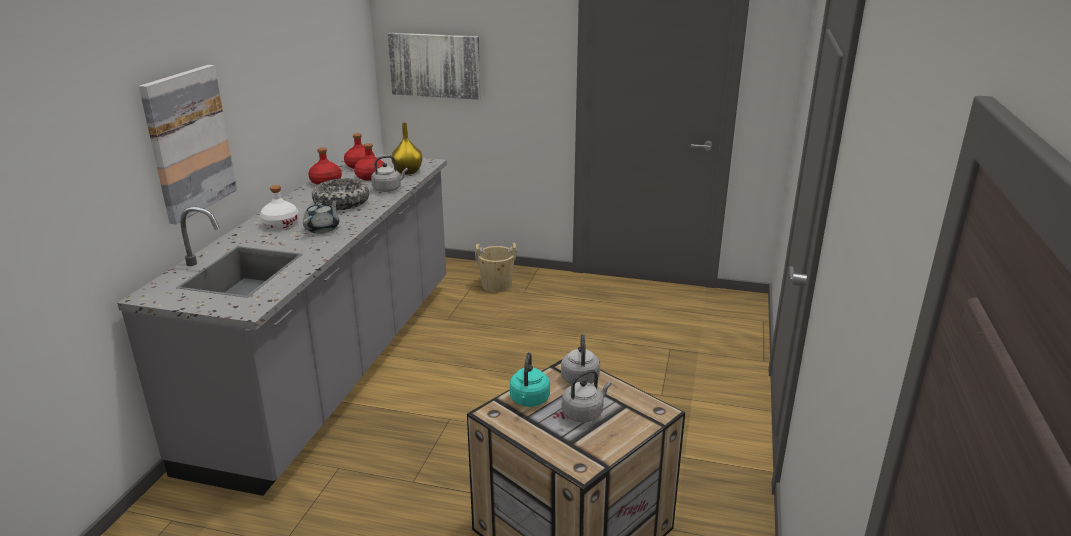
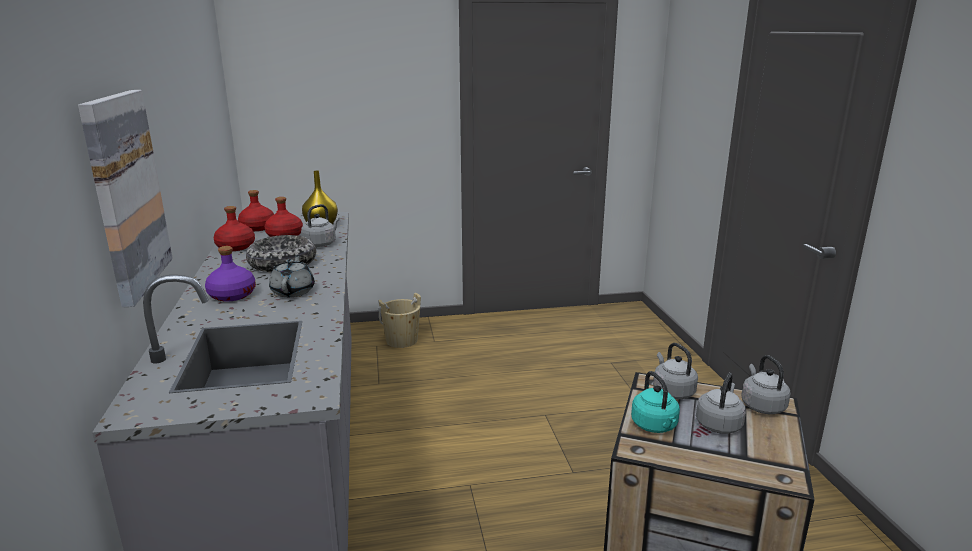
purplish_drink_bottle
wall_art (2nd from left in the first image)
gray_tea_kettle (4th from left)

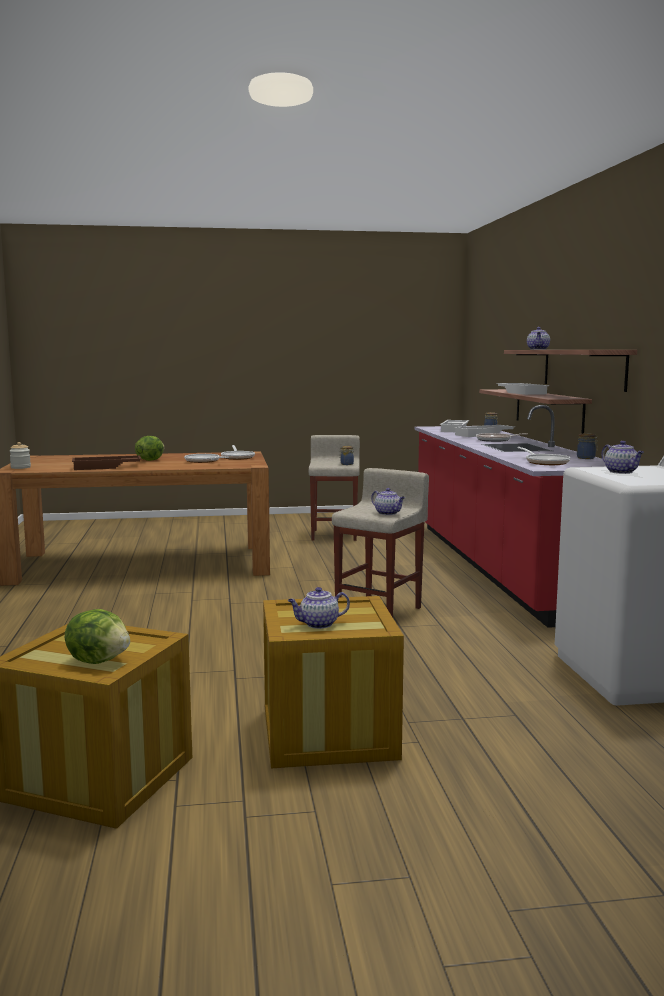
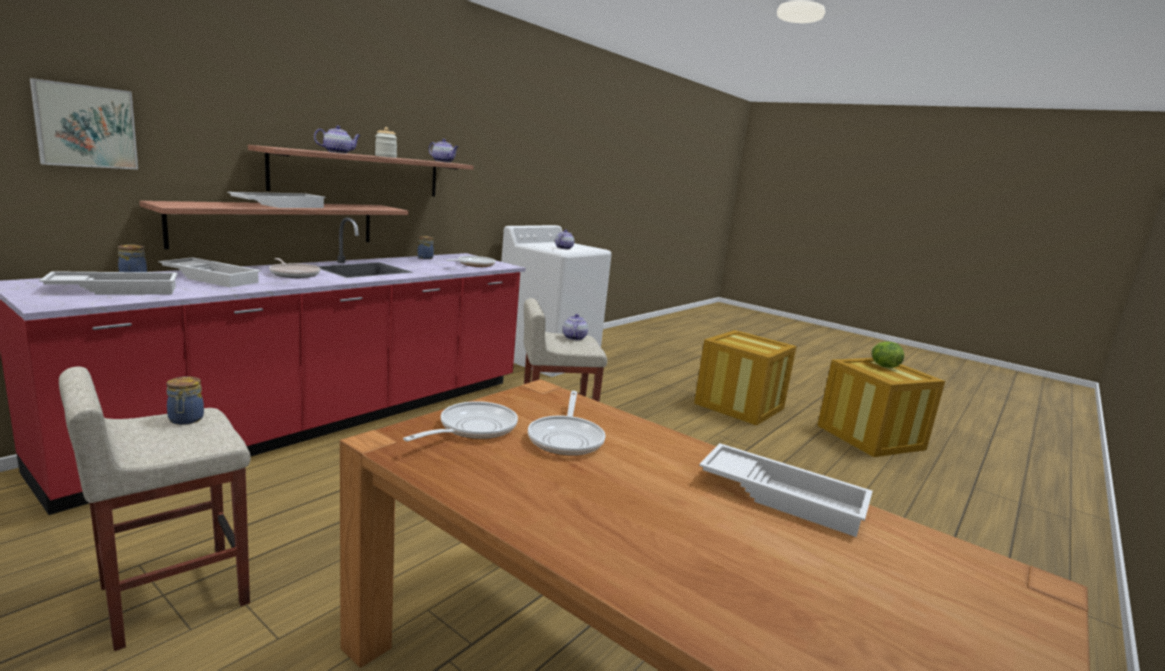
preserve_jar (3rd from left)
white_serving_tray (4th from left)
lettuce_head (2nd from left in the first image)
pot_for_tea (2nd from left)
wall_art

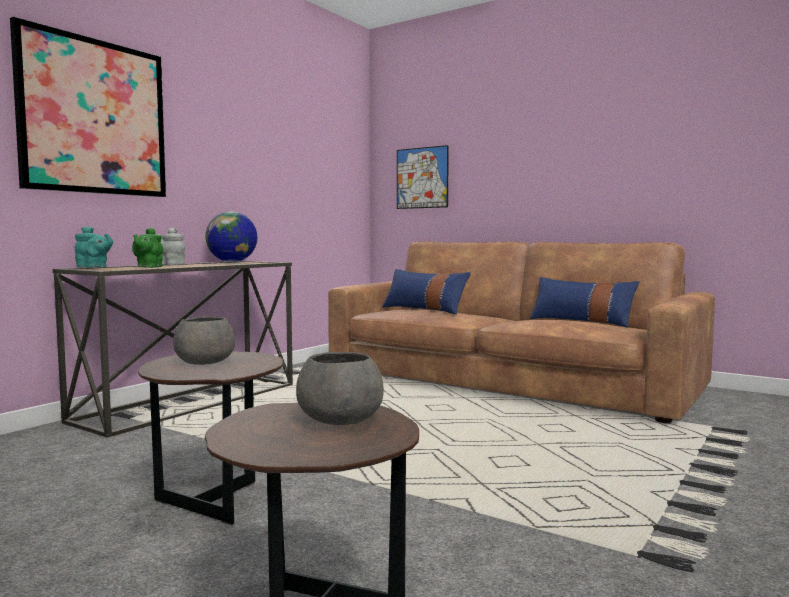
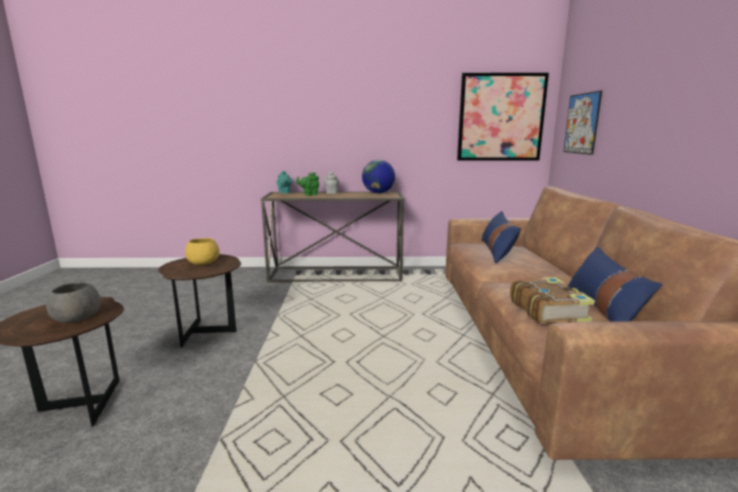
wall_art (1st from left)
yellow_deep_dish
volume

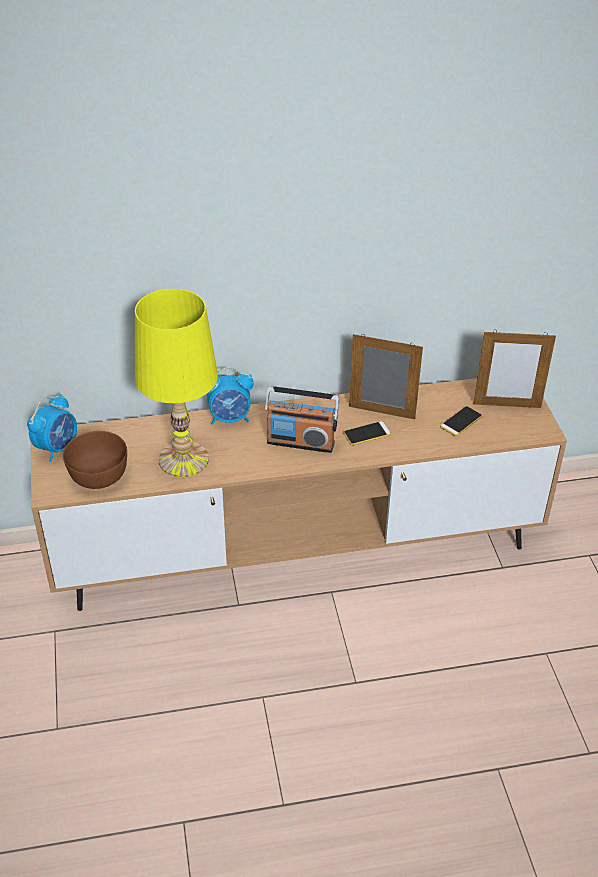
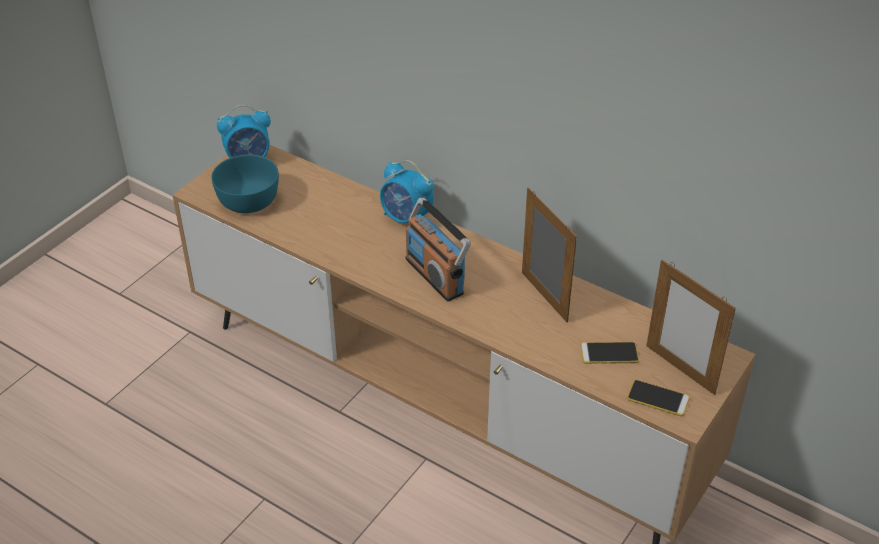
blue-green_deep_dish
yellow_table_lamp
telephone (2nd from left)

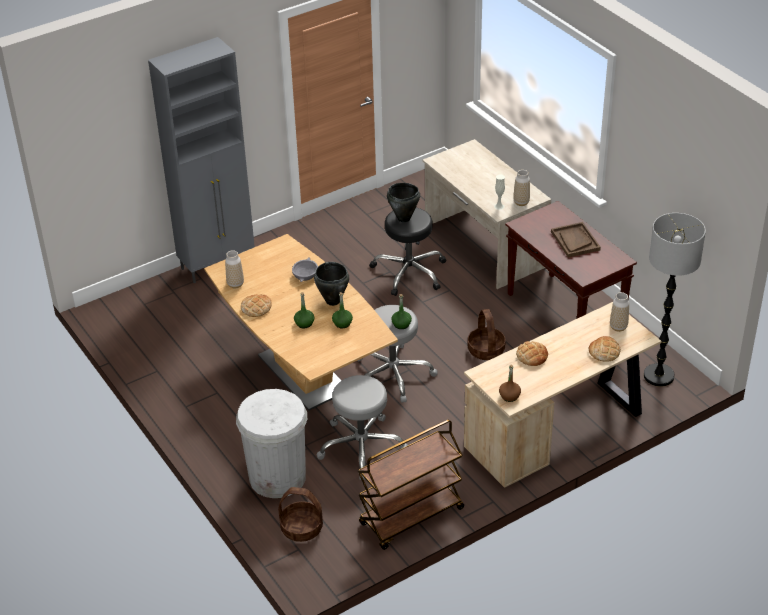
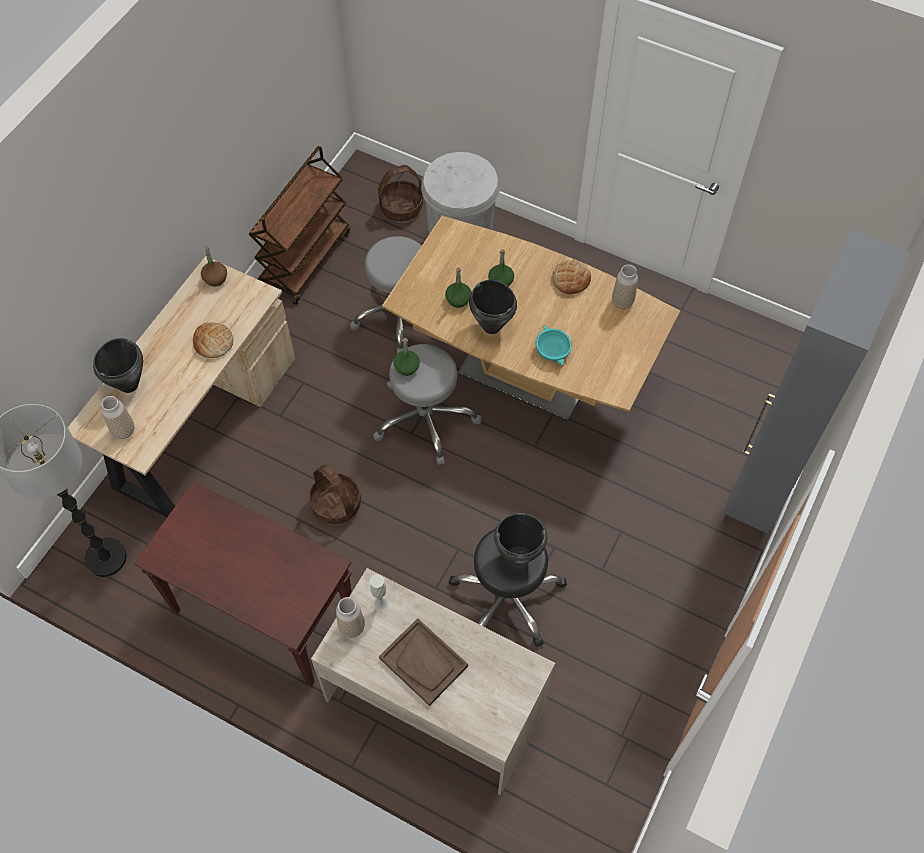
blue-green_deep_dish
brown_serving_tray
black-coloured_stockpot (1st from left)

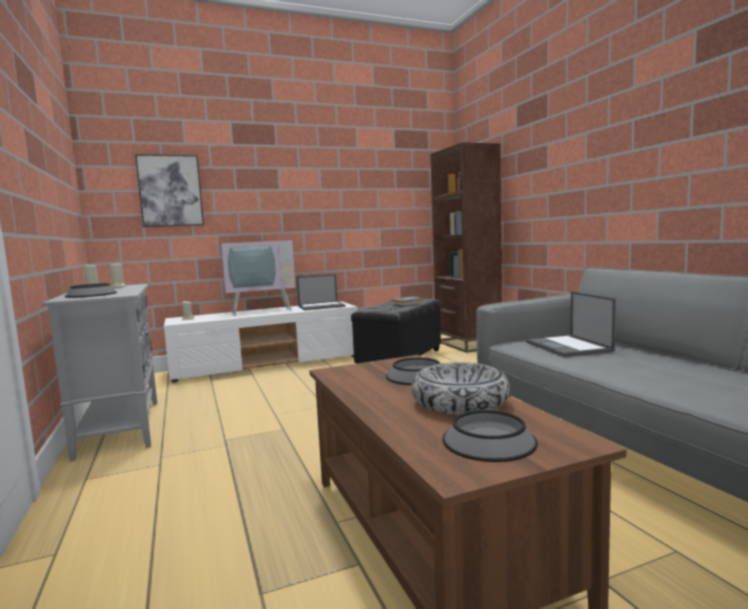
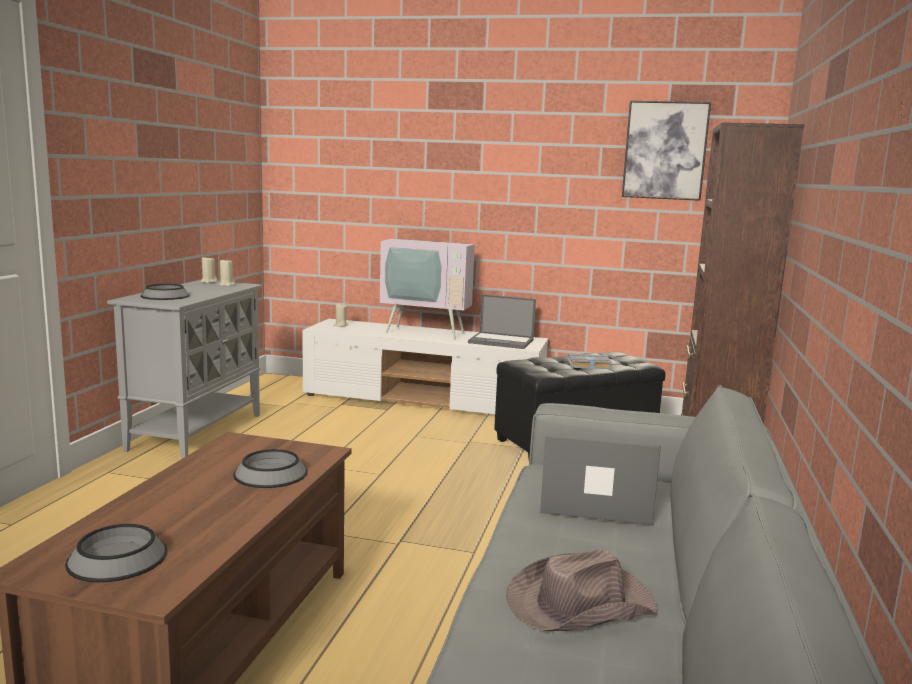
wall_art
deep_dish (3rd from left in the first image)
notebook_computer (2nd from left)
brown_wearable_hat

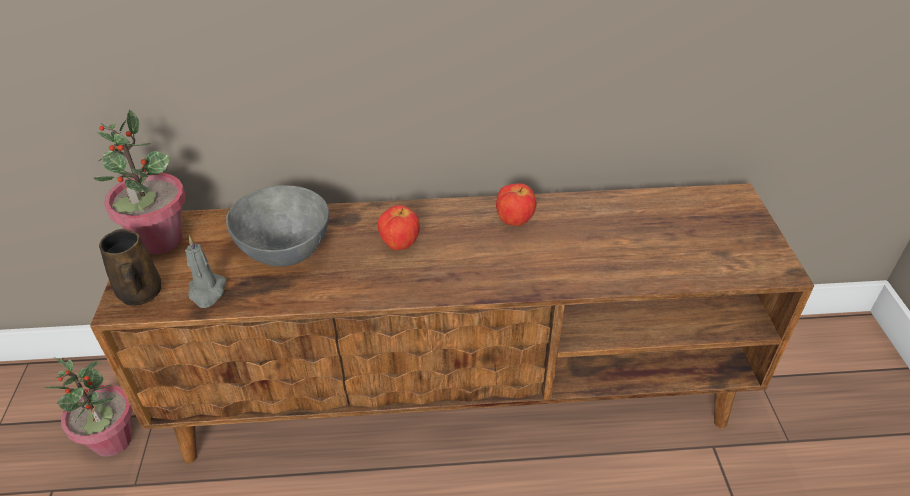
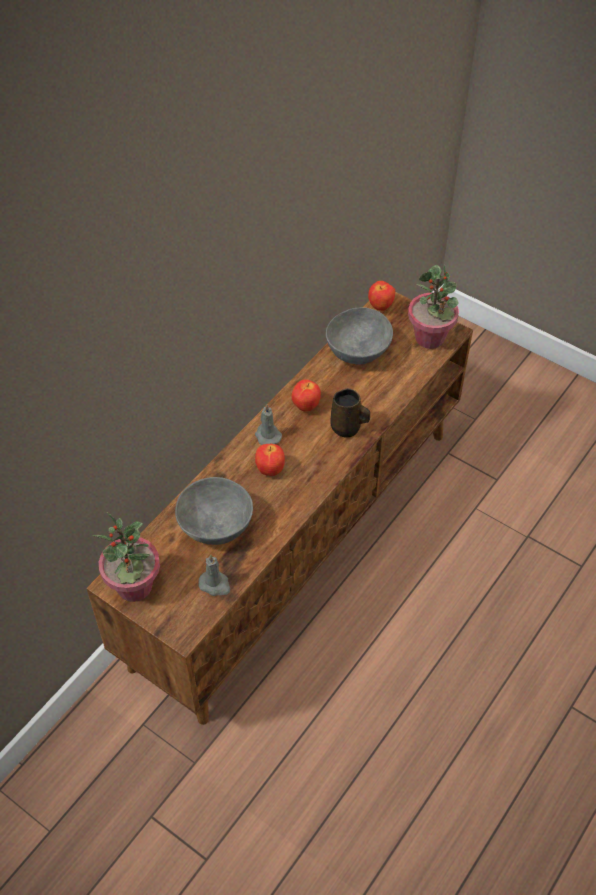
potted_plant (2nd from left)
brown_tea_mug
gray_candle (2nd from left)
gray_deep_dish (2nd from left)
whole_apple (3rd from left)

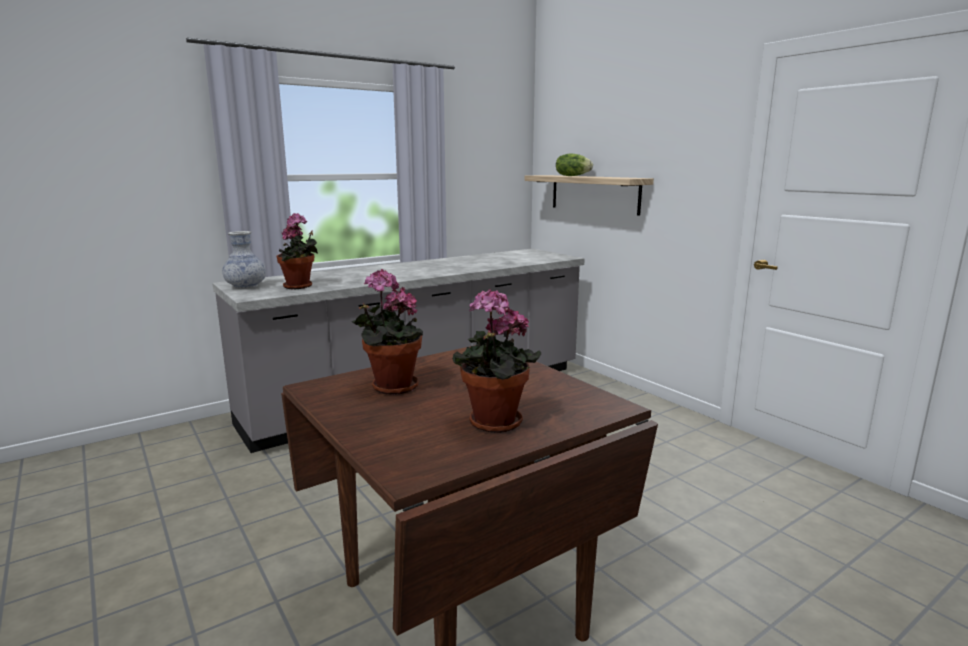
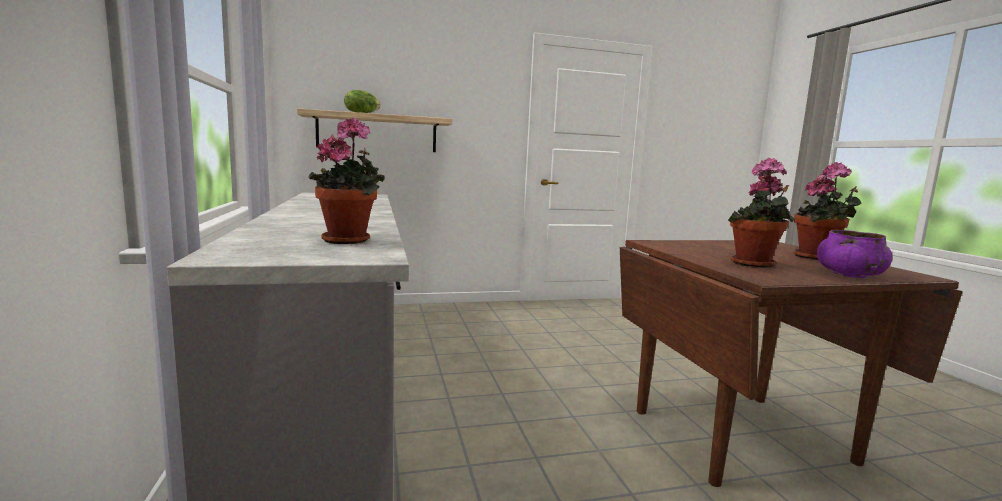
vase
purplish_deep_dish

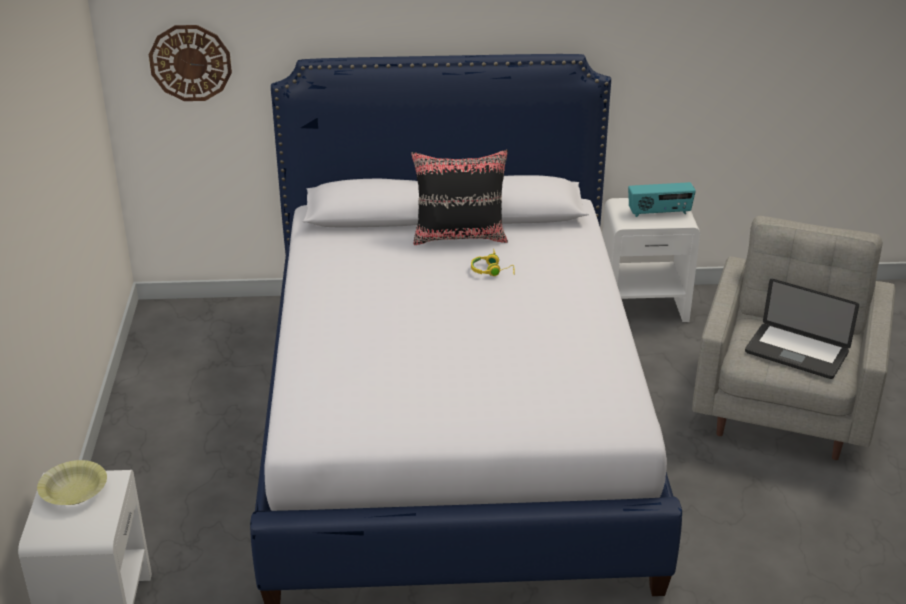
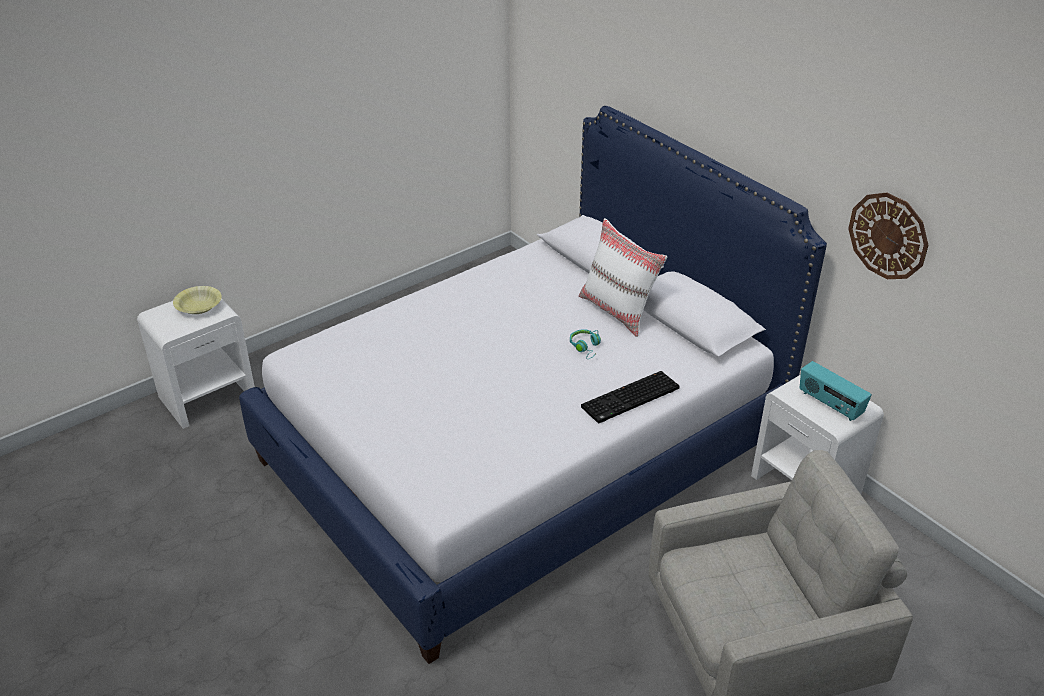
clock_on_the_wall
white_throw_pillow
blue-green_headphones
notebook_computer
computer_keyboard

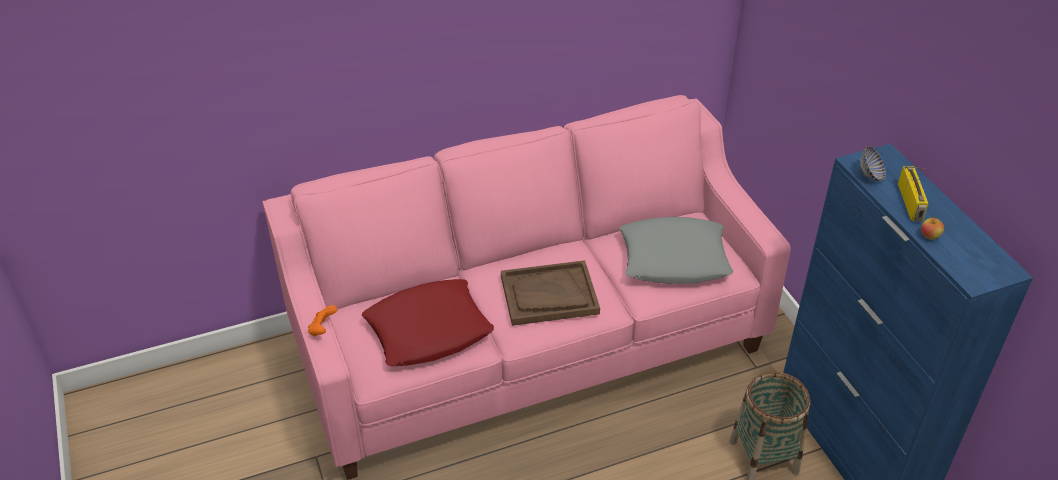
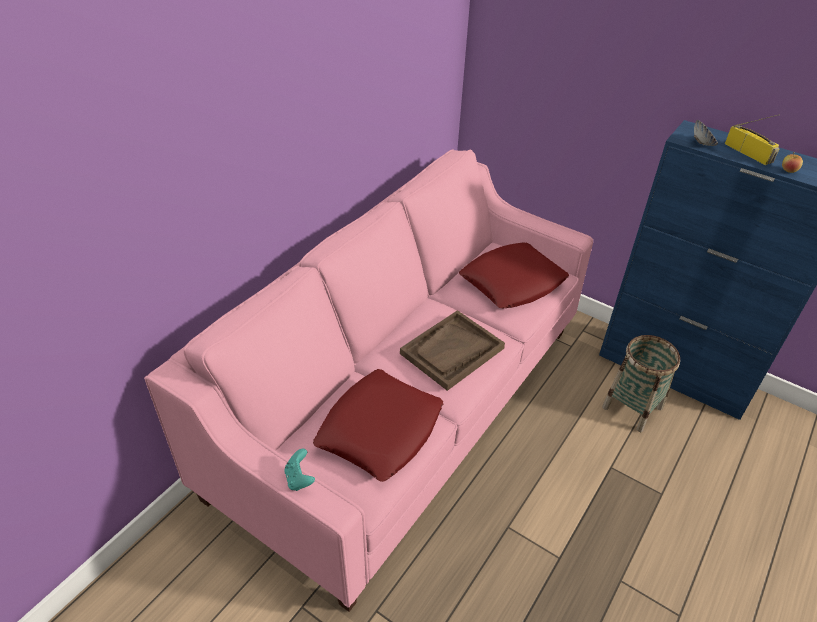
blue-green_game_controller
red_throw_pillow (2nd from left)

